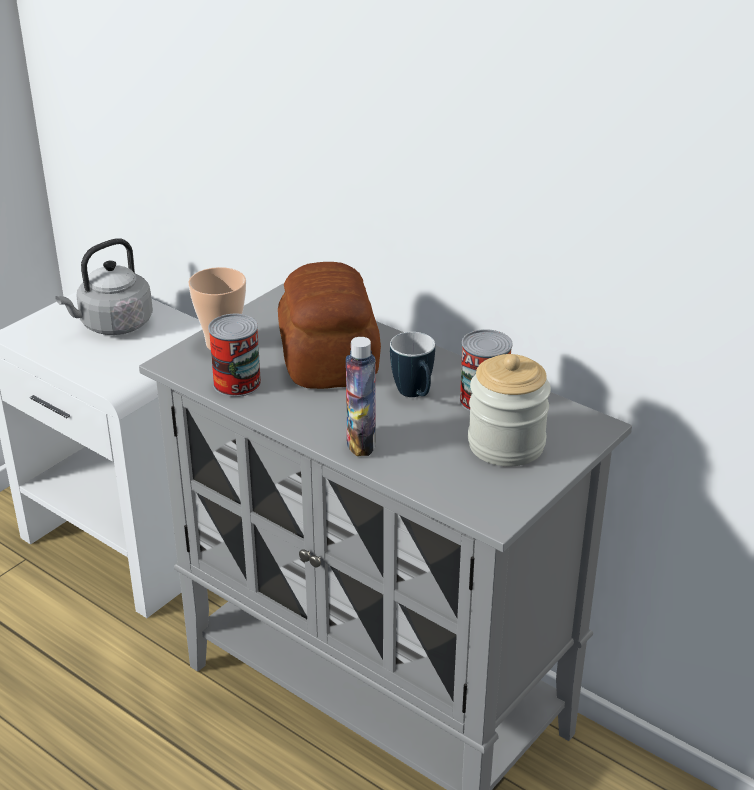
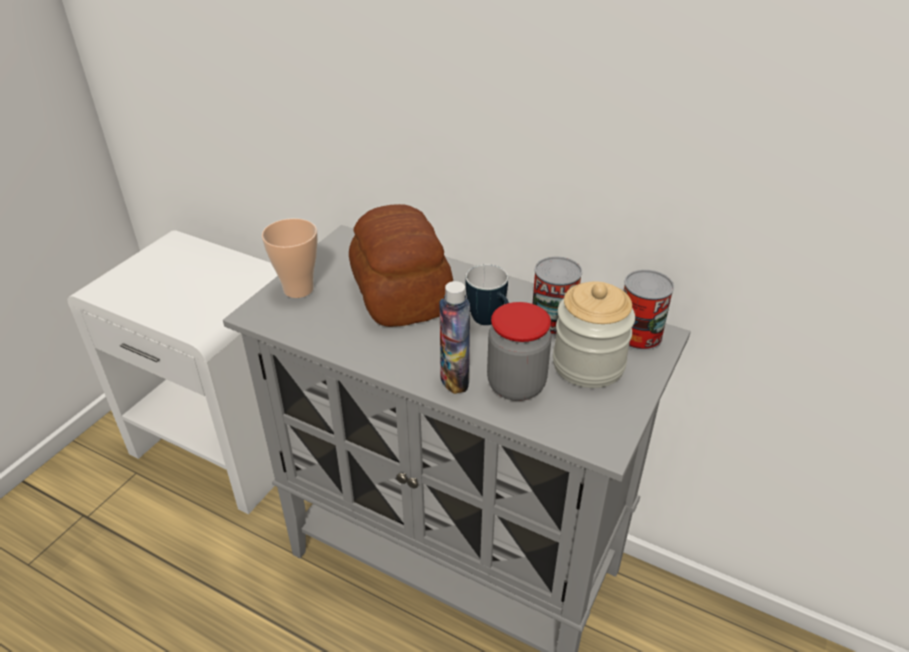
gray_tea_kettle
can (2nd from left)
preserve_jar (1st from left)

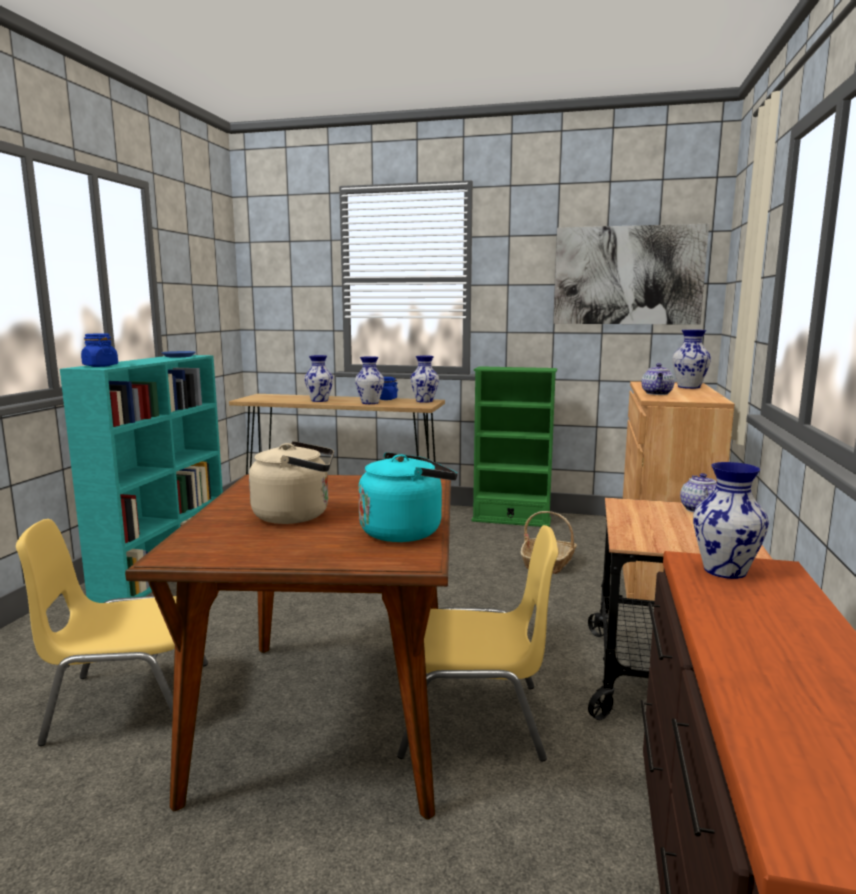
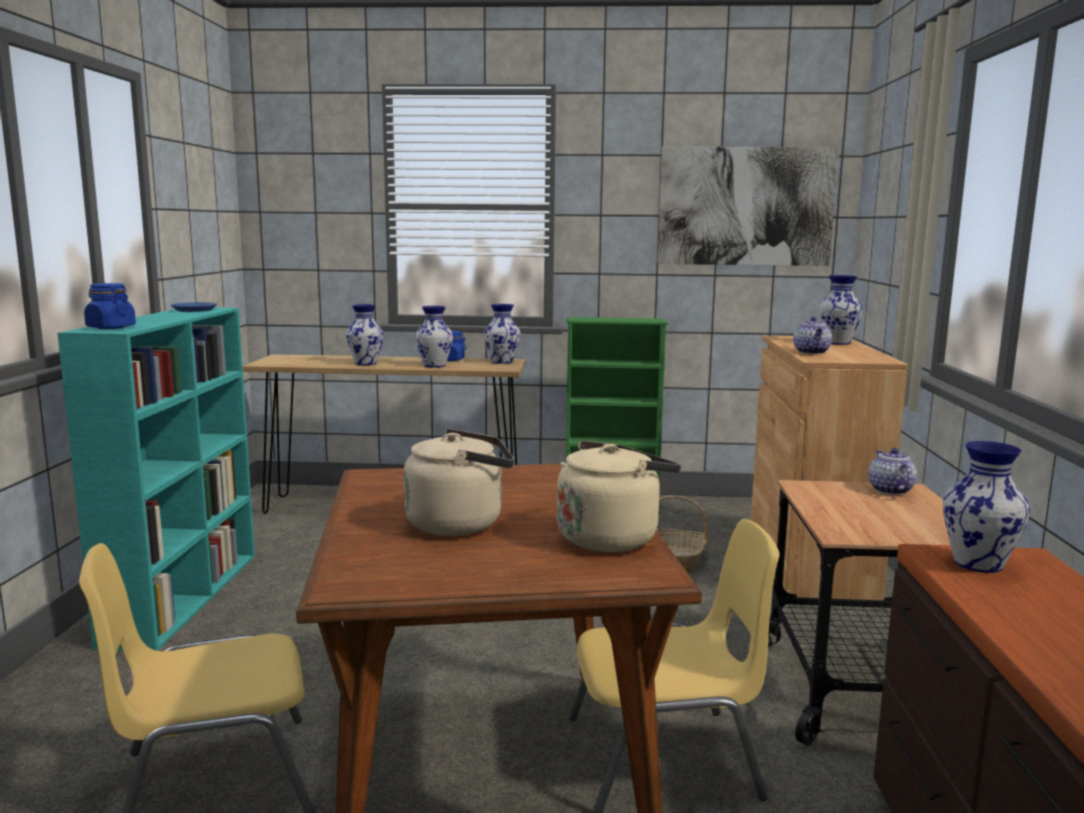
beige-coloured_tea_kettle (2nd from left)

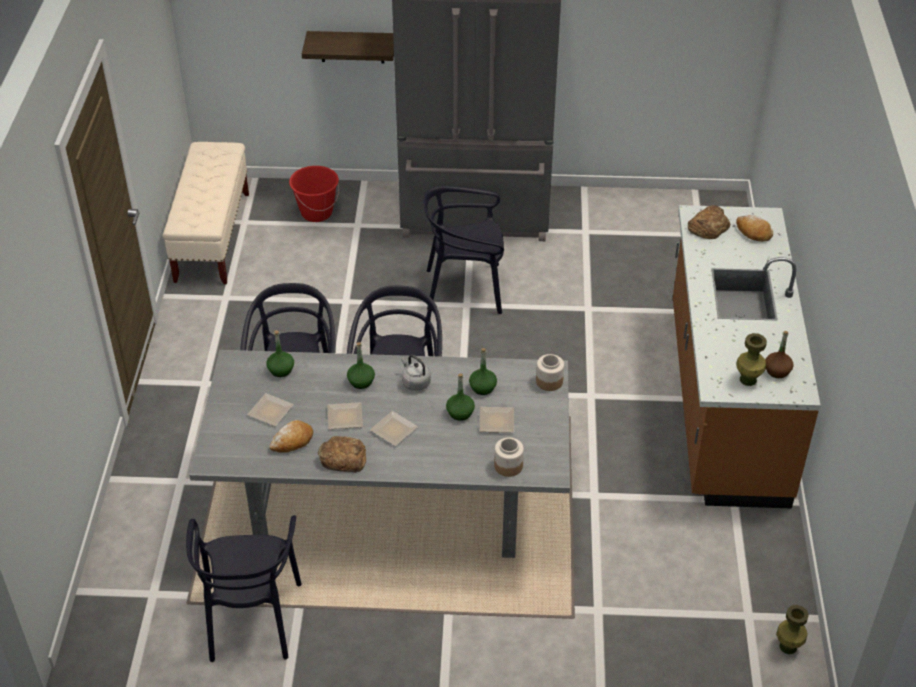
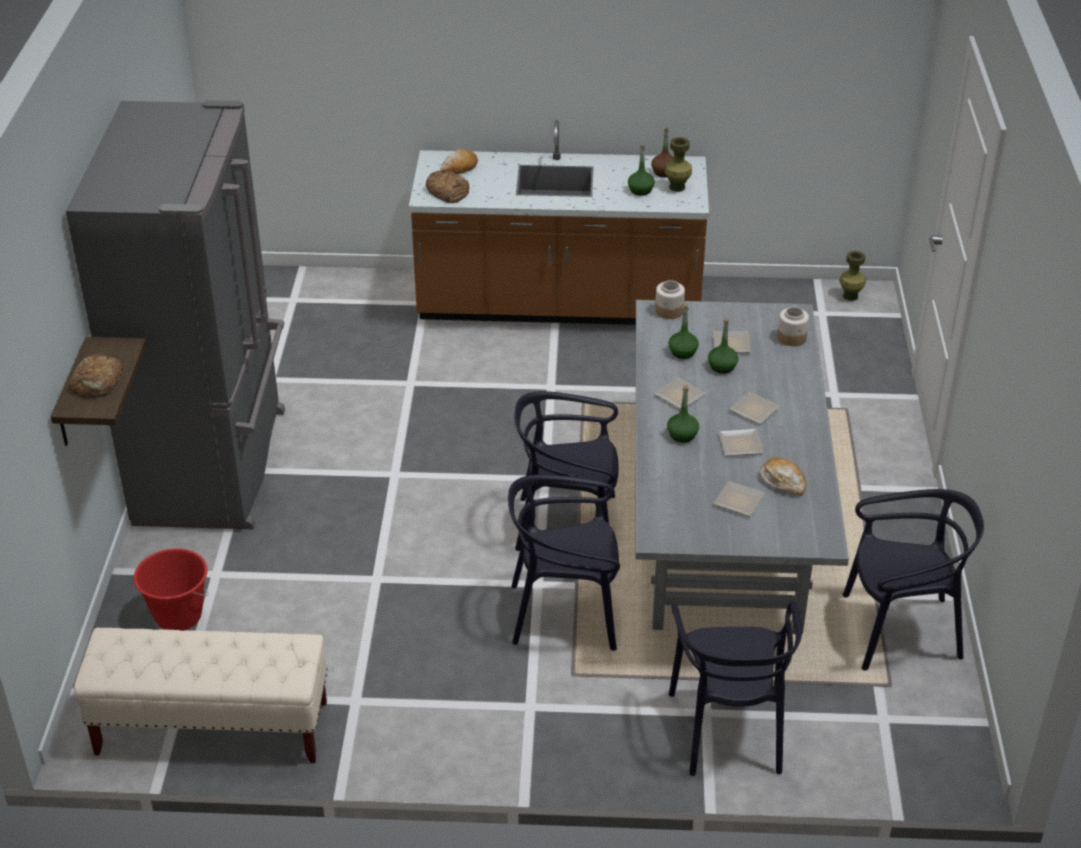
green-coloured_drink_bottle (1st from left)
bread (1st from left)
plate (1st from left)
black-coloured_chair (3rd from left)

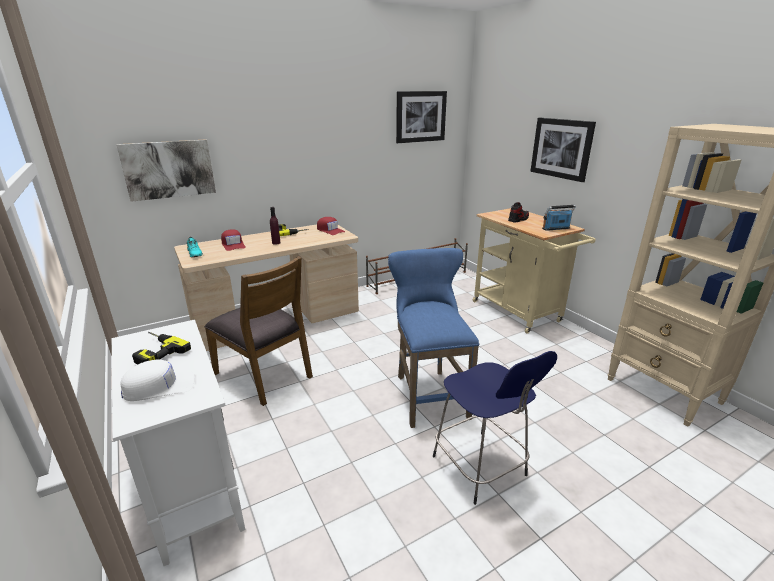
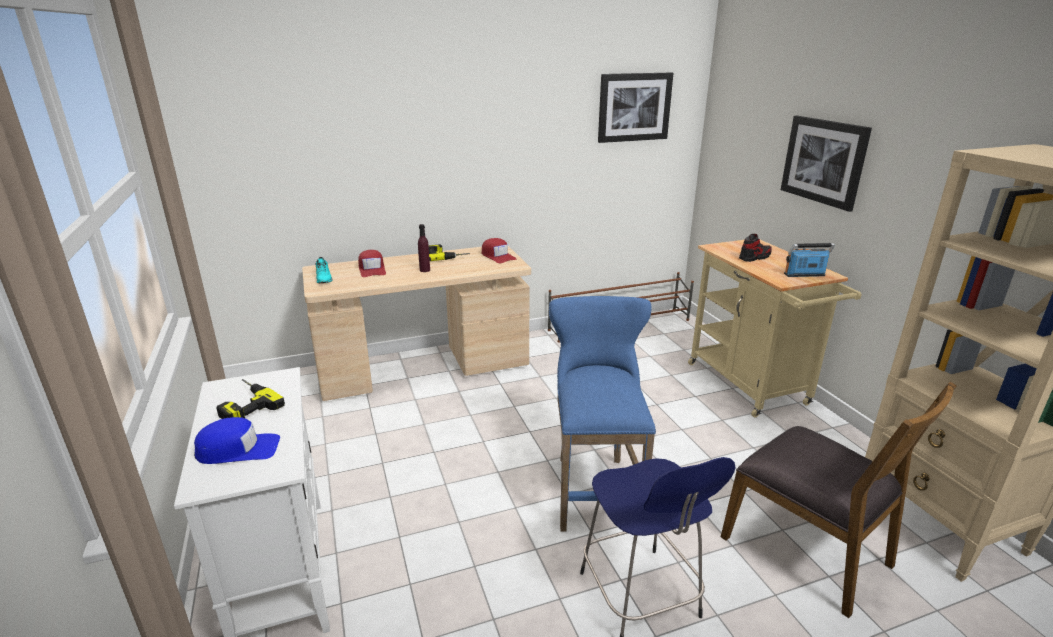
wall_art (1st from left in the first image)
blue_baseball_cap
brown_chair

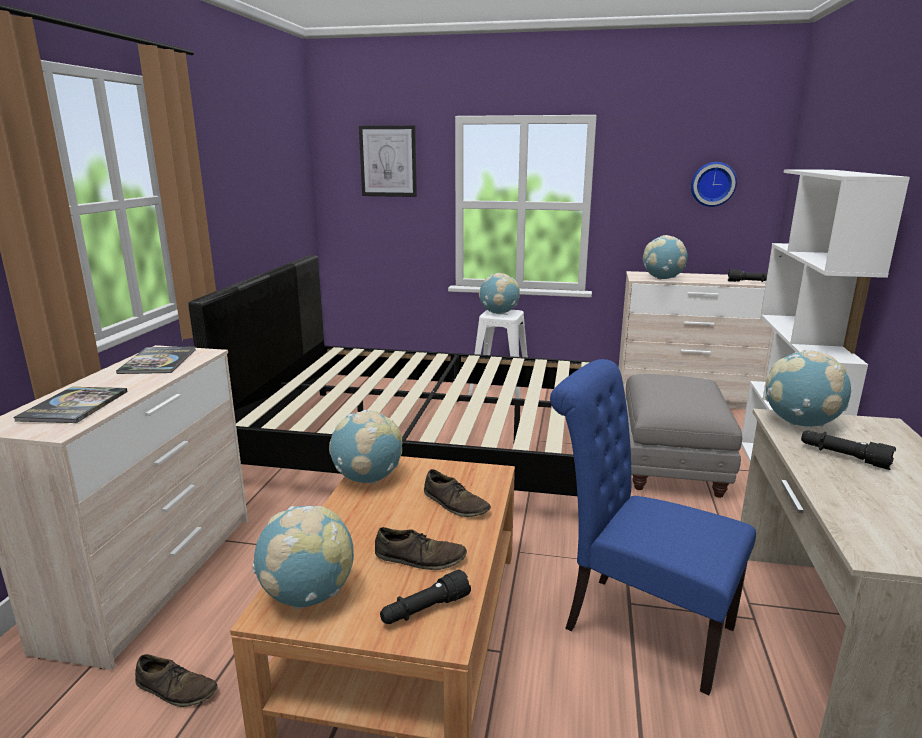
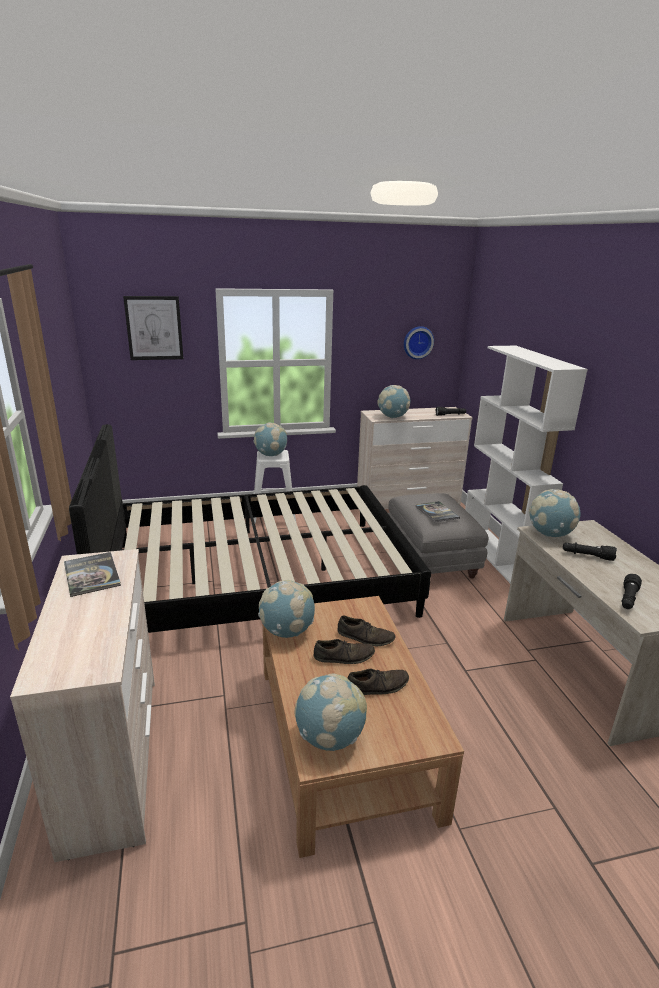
volume (2nd from left)
brown_shoe (1st from left)
black-coloured_torch (3rd from left)
blue_chair

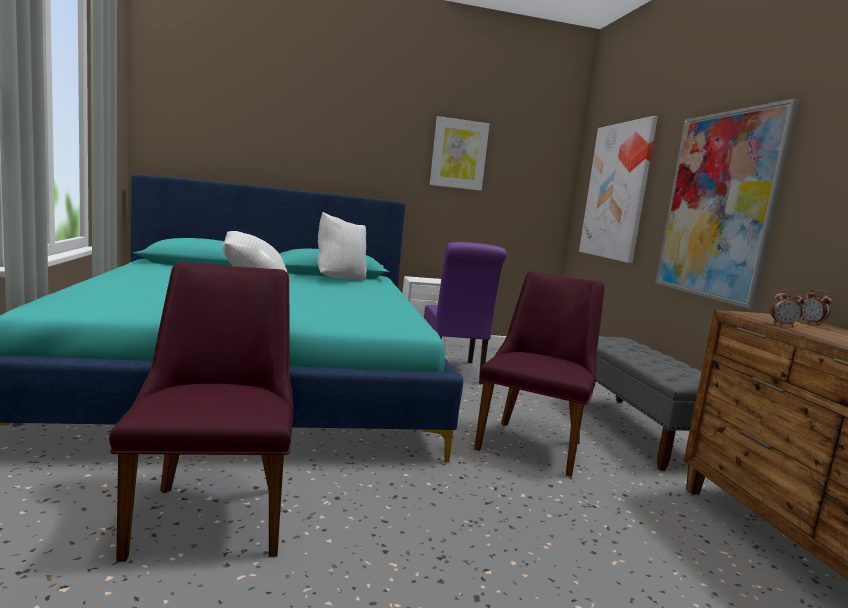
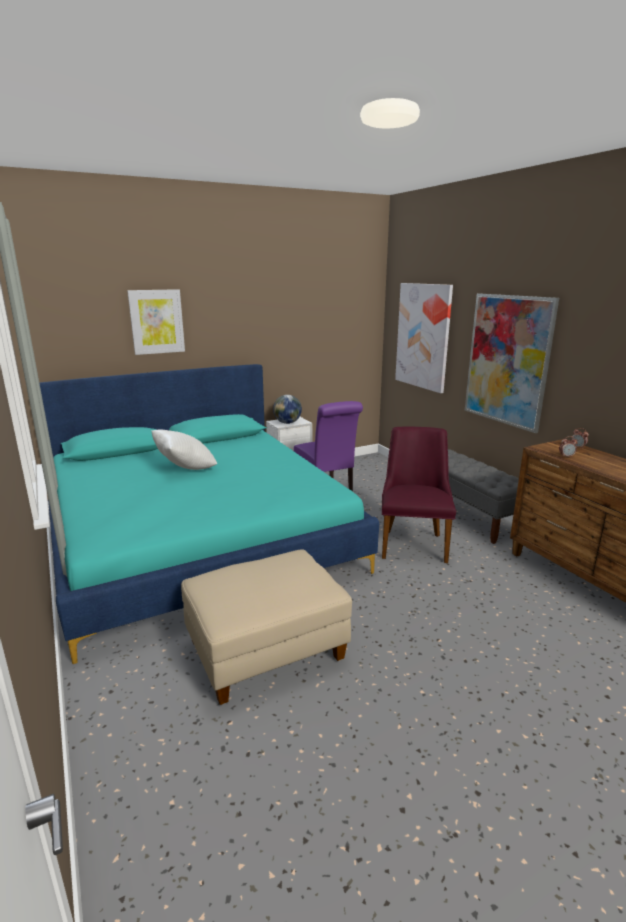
beige-coloured_footrest
white_throw_pillow (2nd from left in the first image)
wall_art (1st from left)
world_globe

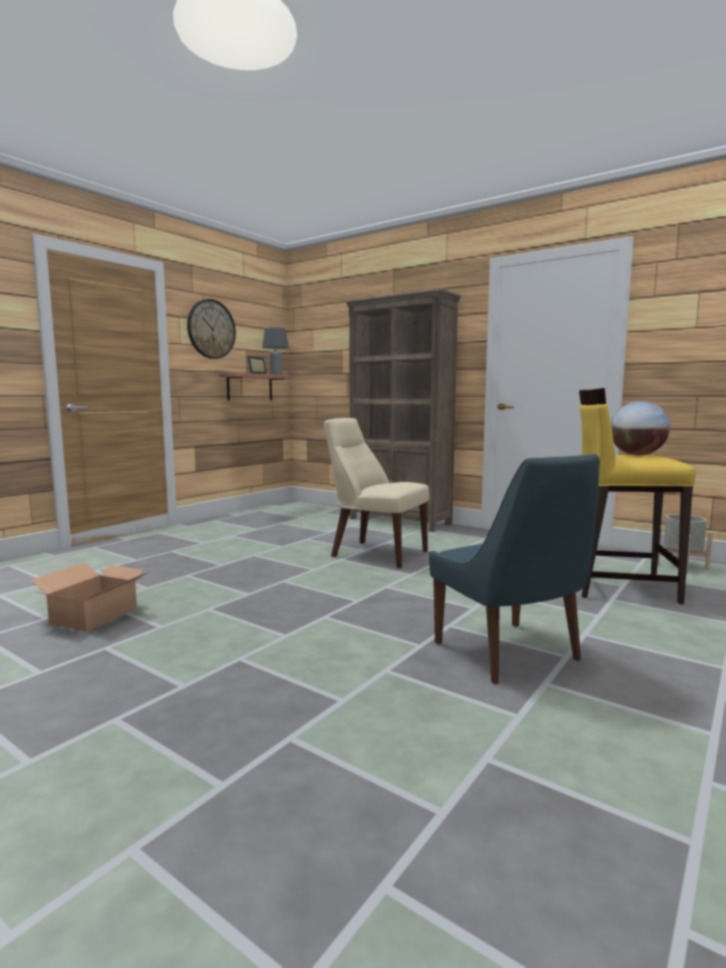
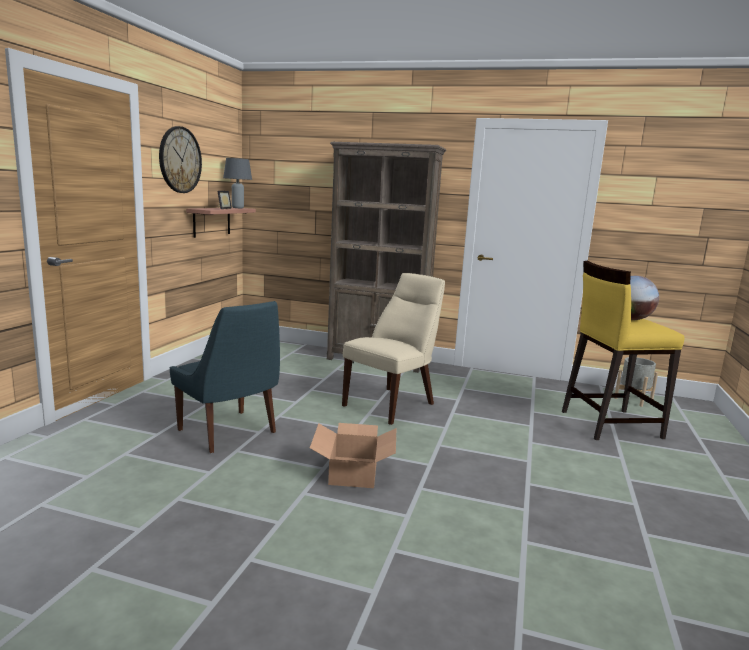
packing_box
beige-coloured_chair
blue_chair

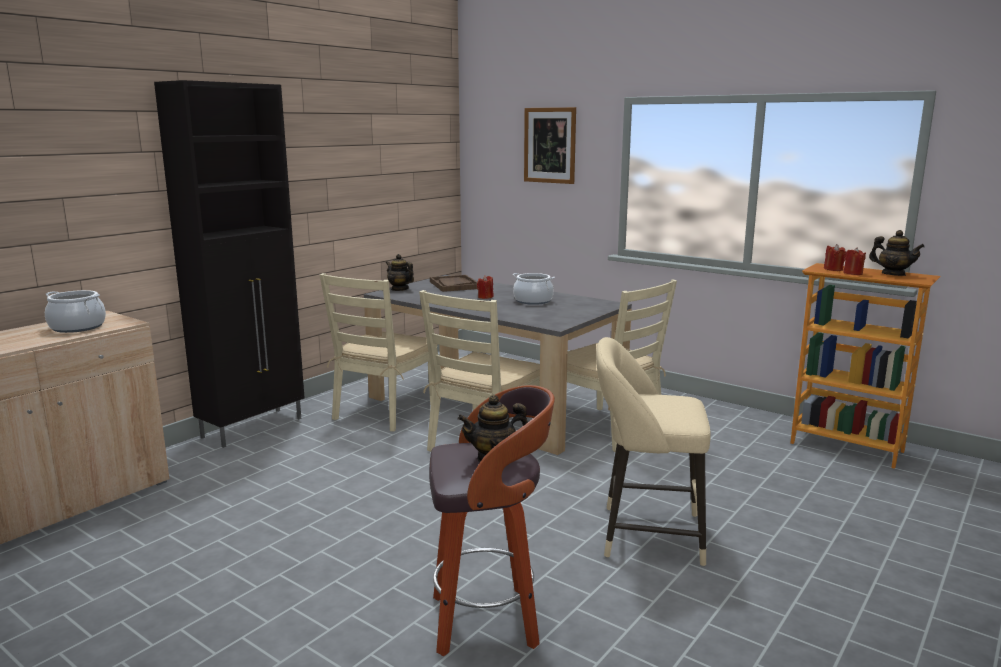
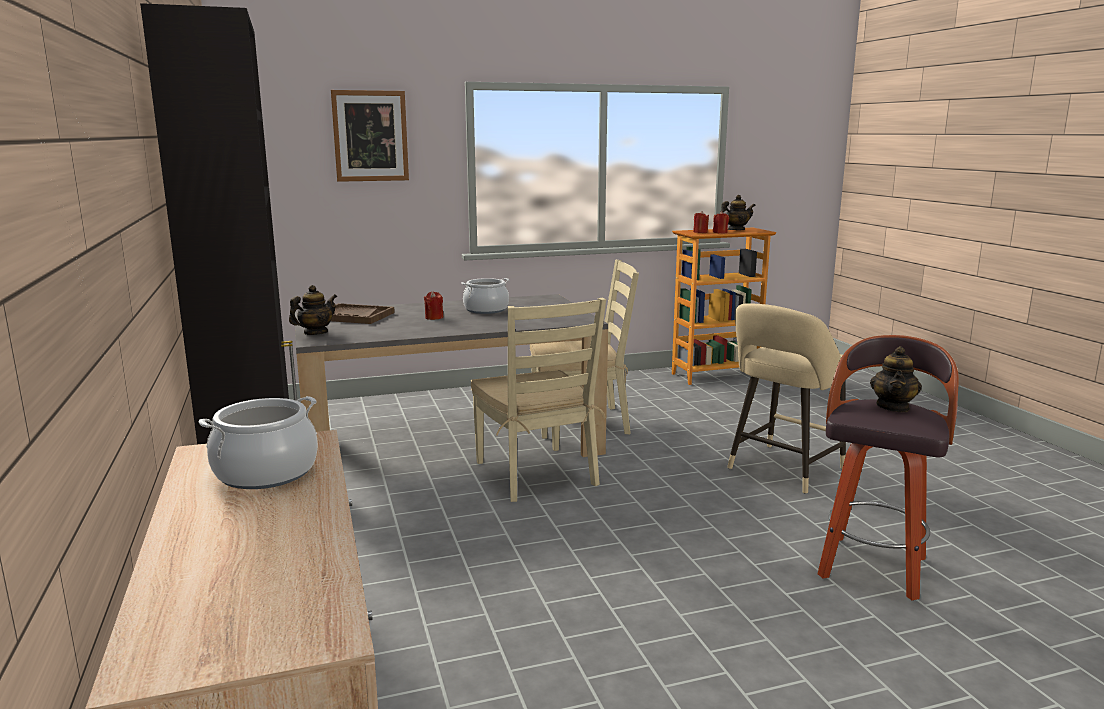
beige-coloured_chair (1st from left in the first image)
pot_for_tea (1st from left)

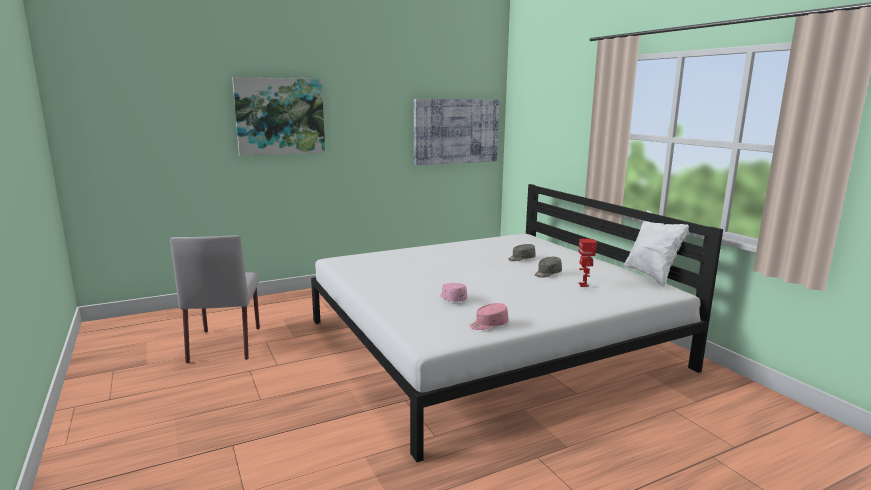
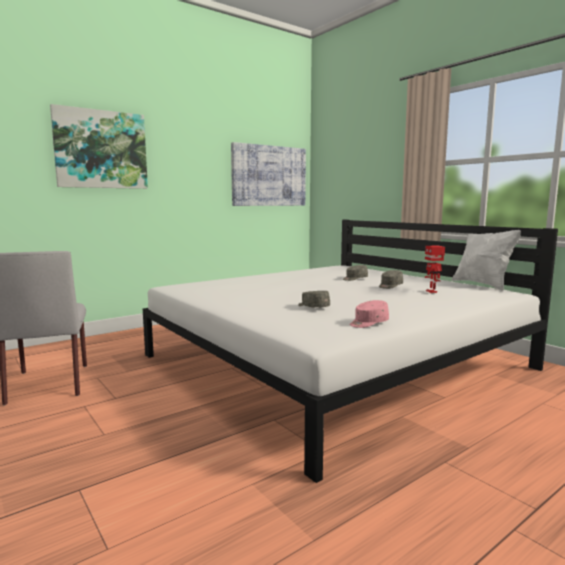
gray_baseball_cap (1st from left)

